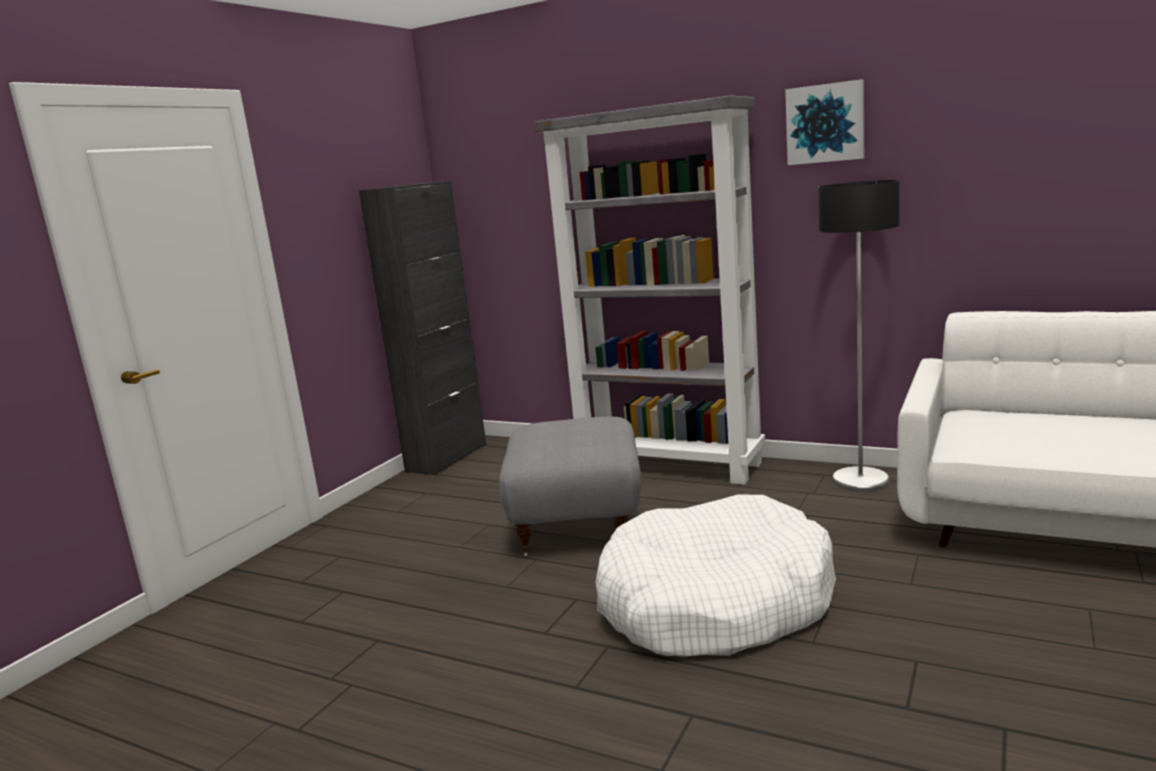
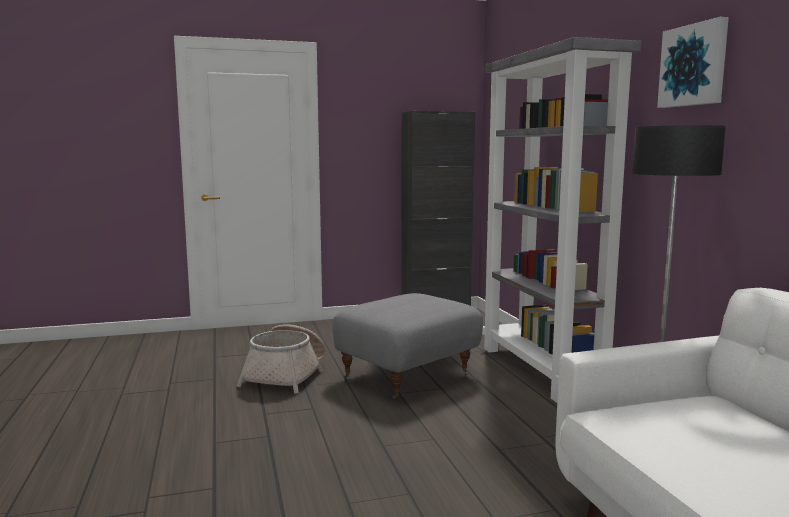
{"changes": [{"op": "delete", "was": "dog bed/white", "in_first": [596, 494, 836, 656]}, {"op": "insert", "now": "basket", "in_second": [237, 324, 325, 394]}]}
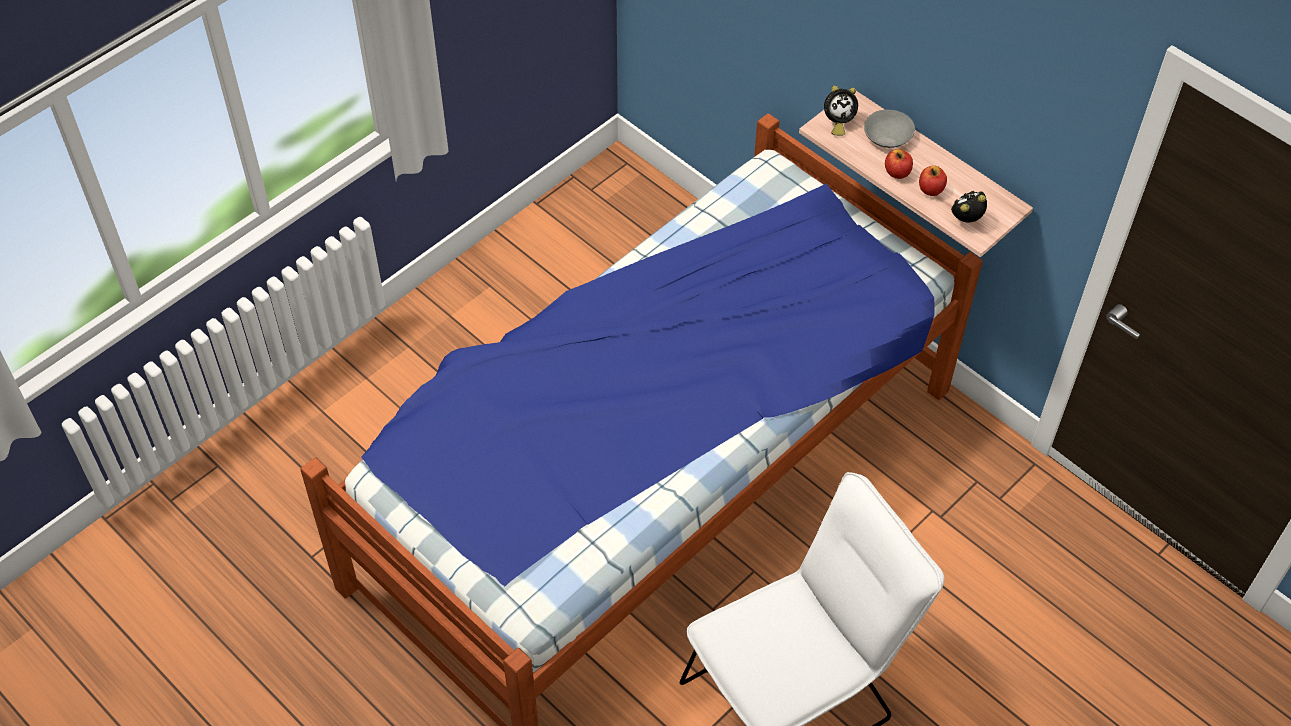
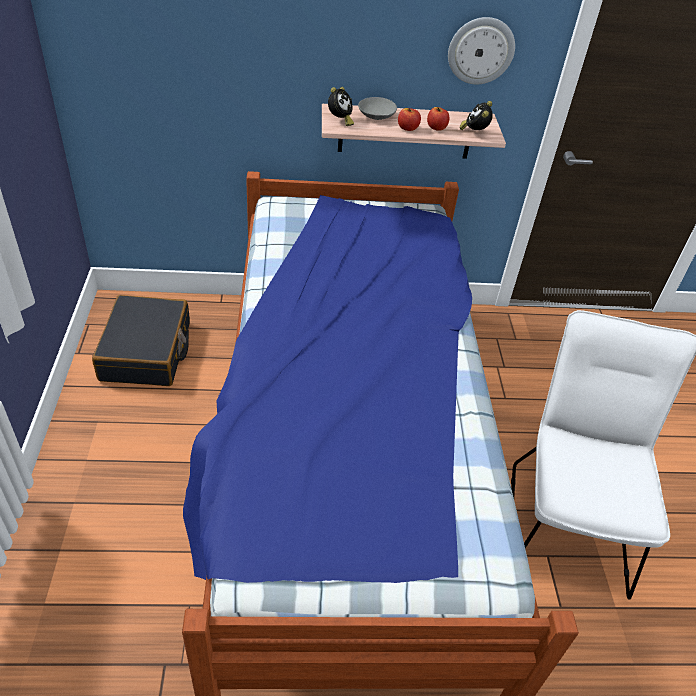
{"changes": [{"op": "insert", "now": "suitcase/black", "in_second": [92, 295, 190, 386]}, {"op": "insert", "now": "wall clock", "in_second": [448, 17, 515, 84]}]}
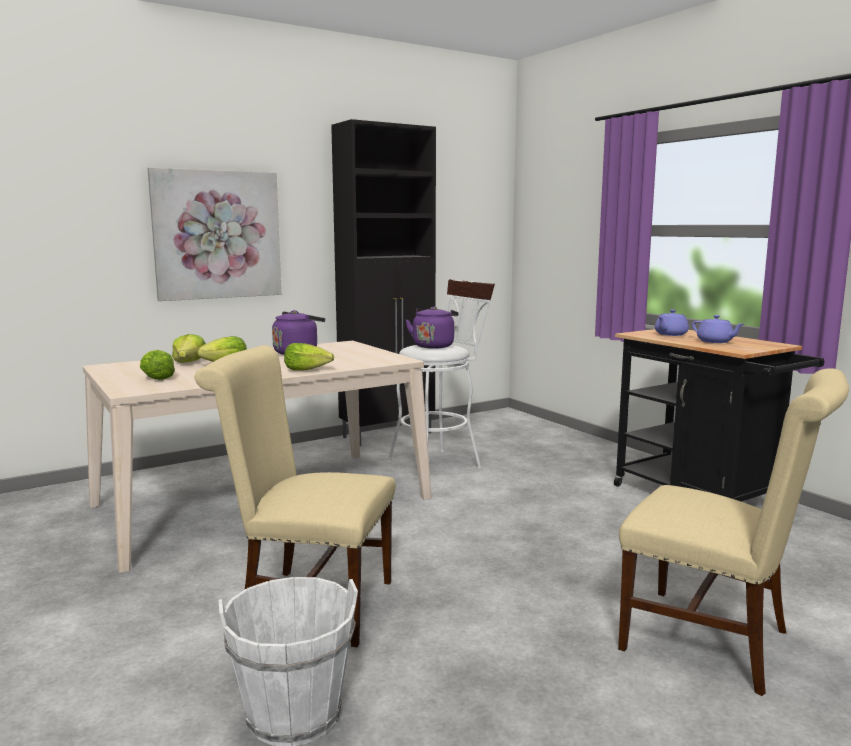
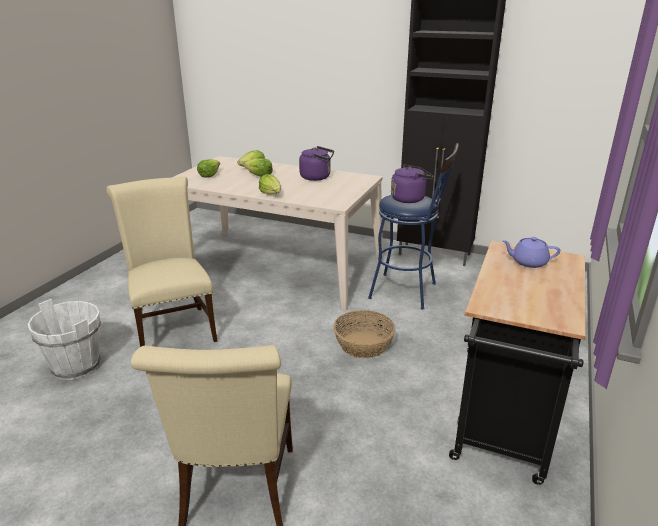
{"changes": [{"op": "delete", "was": "picture", "in_first": [148, 167, 281, 301]}, {"op": "recolor", "was": "stool/white", "now": "stool/blue", "in_first": [387, 279, 495, 470], "in_second": [368, 143, 459, 309]}, {"op": "delete", "was": "teapot/purple", "in_first": [692, 315, 744, 343]}, {"op": "insert", "now": "basket", "in_second": [333, 310, 396, 358]}]}
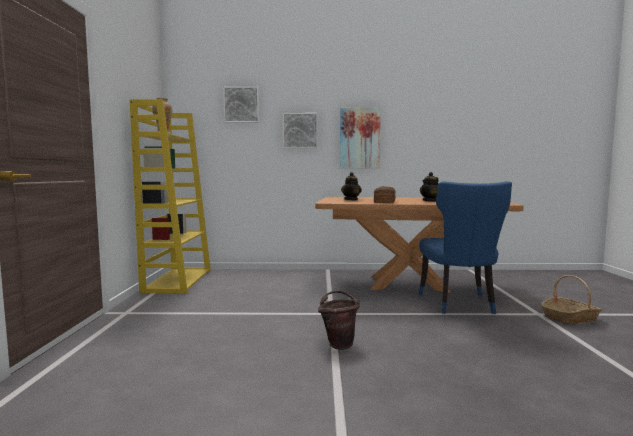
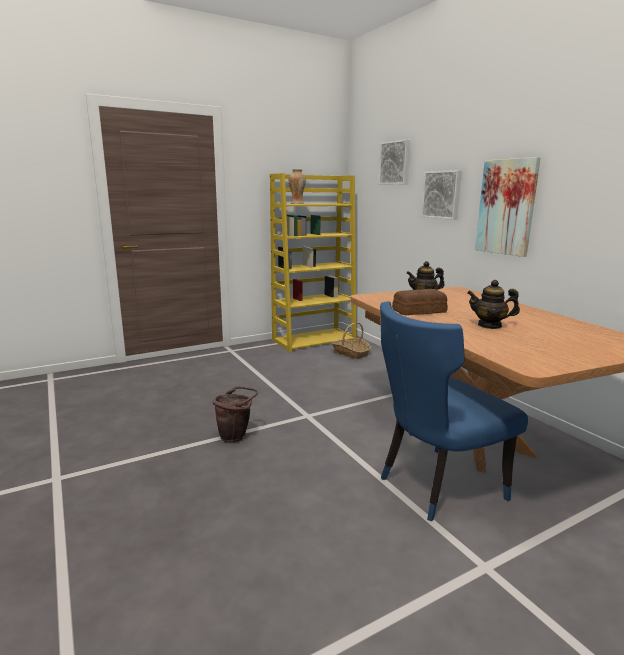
{"changes": [{"op": "move", "was": "basket", "in_first": [541, 275, 603, 324], "in_second": [332, 323, 371, 359]}]}
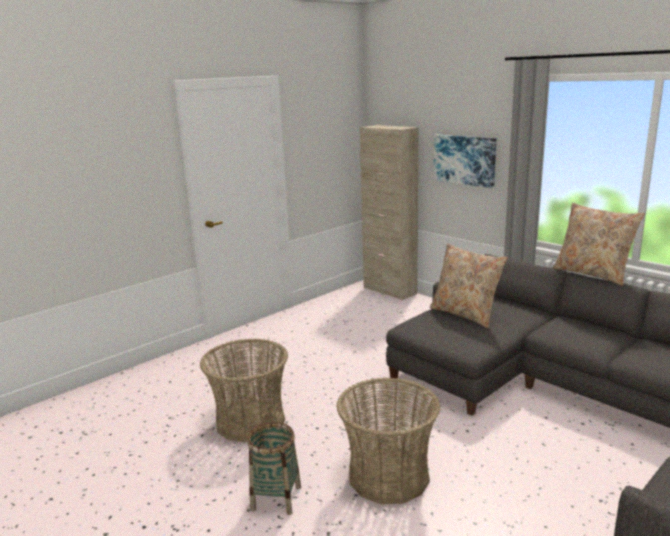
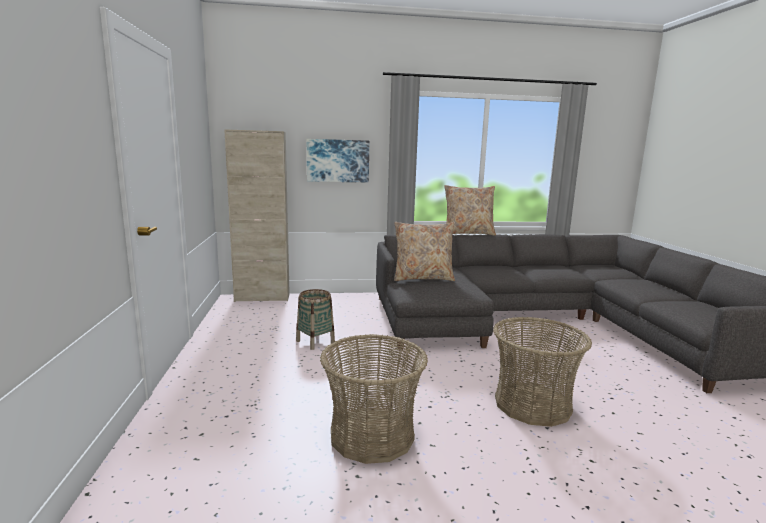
{"changes": [{"op": "move", "was": "basket", "in_first": [247, 422, 301, 515], "in_second": [296, 289, 335, 350]}]}
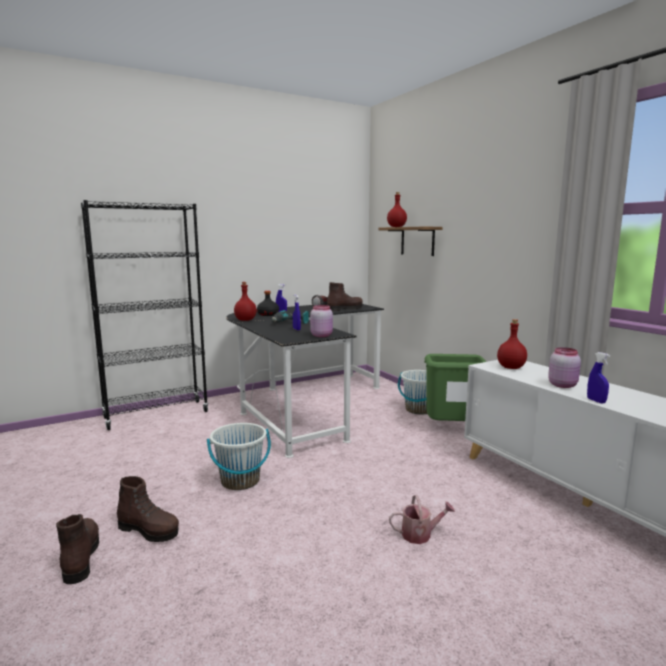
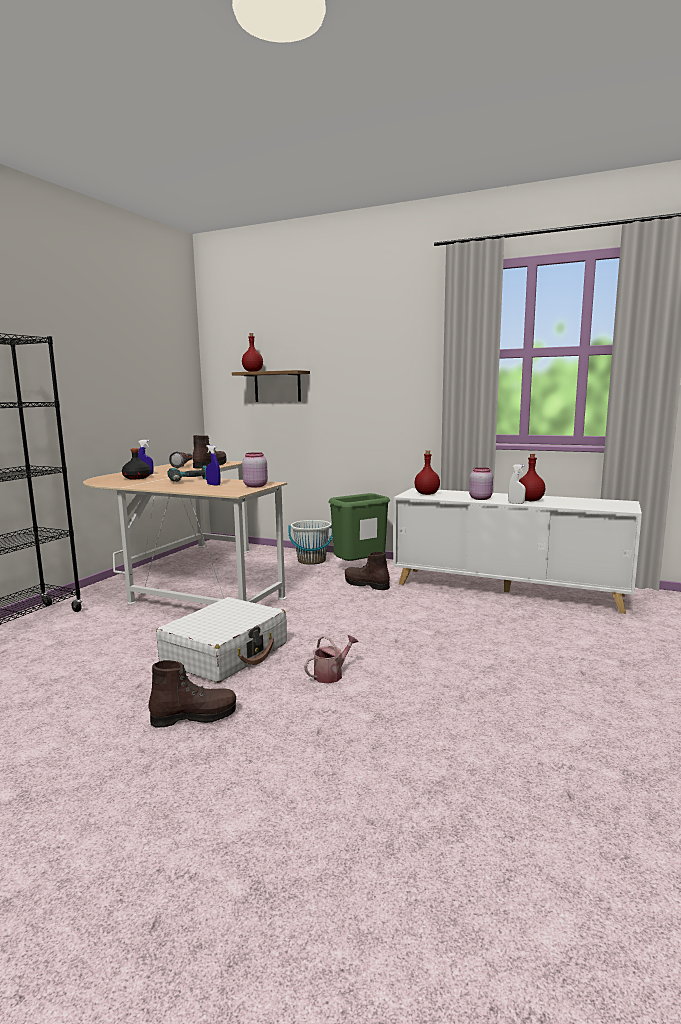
{"changes": [{"op": "move", "was": "boot/brown", "in_first": [56, 514, 99, 584], "in_second": [345, 552, 390, 590]}, {"op": "replace", "was": "bucket/white", "now": "suitcase/white", "in_first": [207, 423, 271, 490], "in_second": [156, 597, 287, 683]}, {"op": "recolor", "was": "desk/black", "now": "desk/beige", "in_first": [226, 304, 384, 458], "in_second": [83, 460, 287, 605]}, {"op": "move", "was": "bottle/red", "in_first": [234, 282, 257, 321], "in_second": [519, 454, 545, 501]}, {"op": "move", "was": "watering can", "in_first": [389, 495, 455, 544], "in_second": [304, 635, 359, 684]}, {"op": "recolor", "was": "spray bottle/blue", "now": "spray bottle/white", "in_first": [587, 352, 610, 404], "in_second": [508, 464, 526, 504]}]}
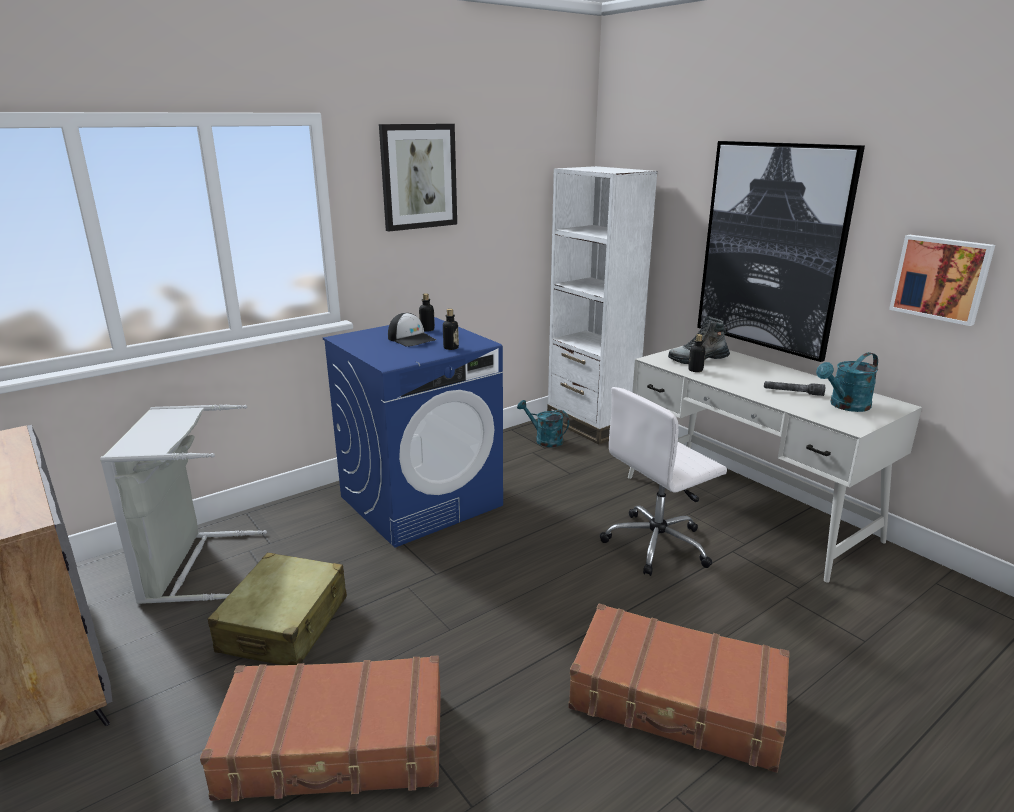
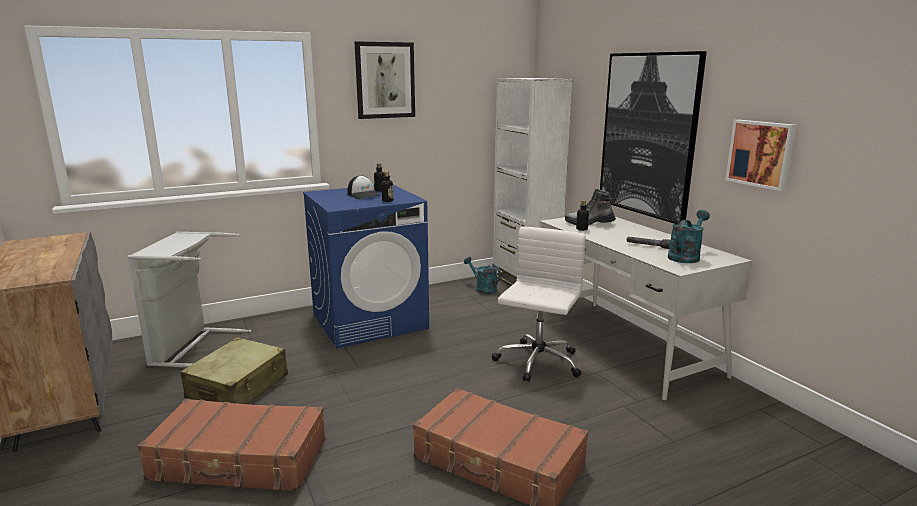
{"changes": [{"op": "rotate", "was": "office chair/white", "in_first": [600, 387, 727, 576], "in_second": [492, 227, 586, 382], "clockwise": 135}, {"op": "rotate", "was": "watering can/turquoise", "in_first": [816, 352, 878, 412], "in_second": [668, 210, 710, 263], "clockwise": 150}]}
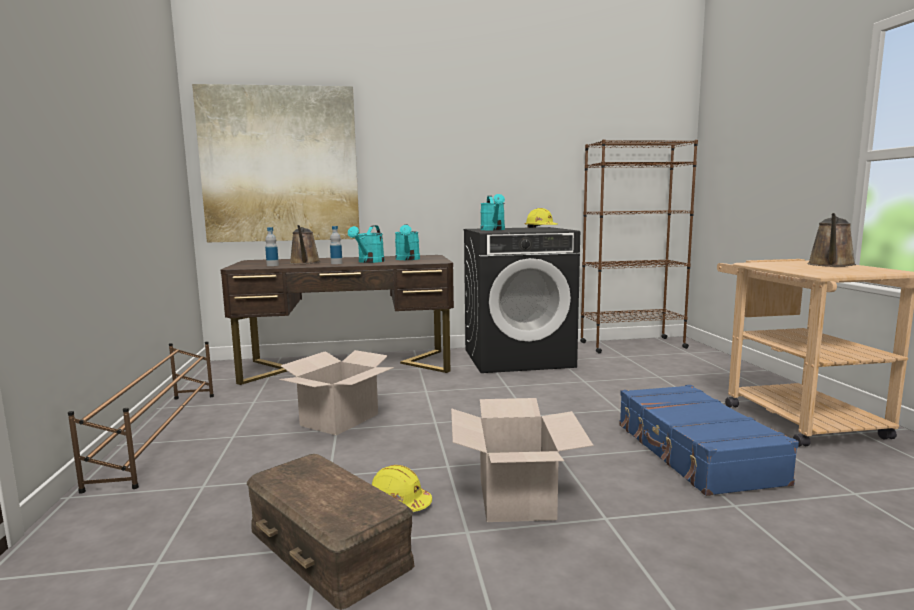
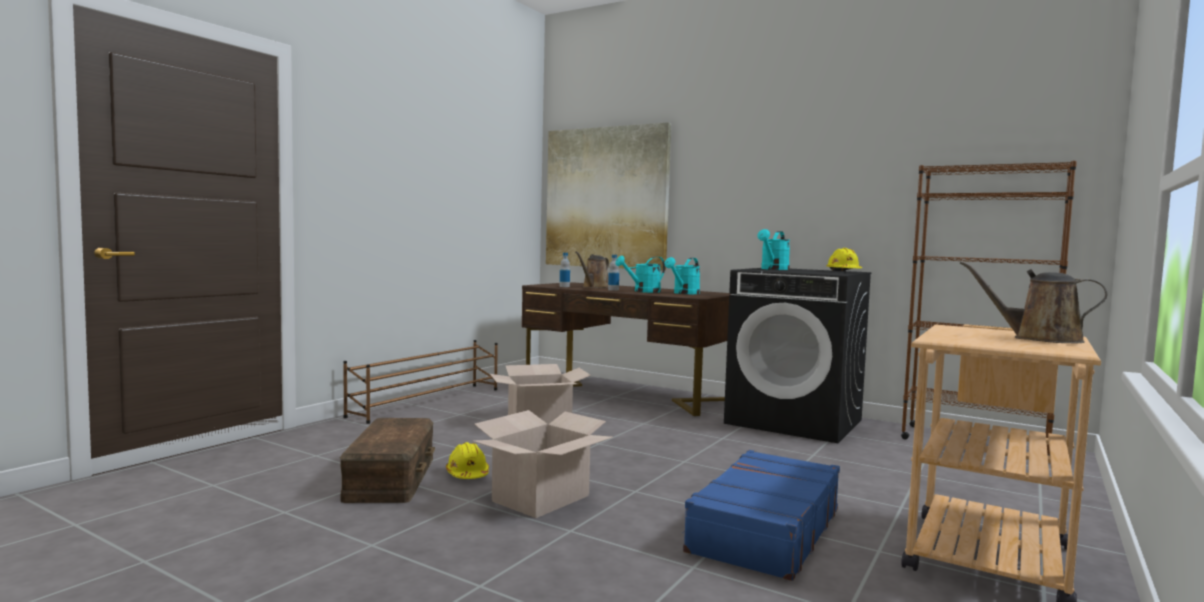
{"changes": [{"op": "rotate", "was": "watering can/brown", "in_first": [807, 213, 856, 267], "in_second": [960, 261, 1108, 343], "clockwise": 45}]}
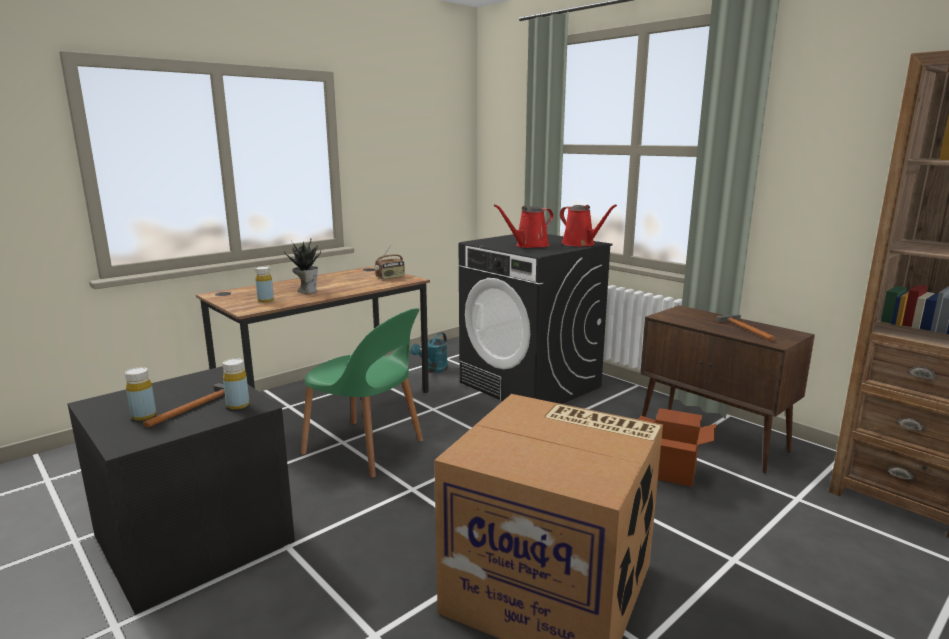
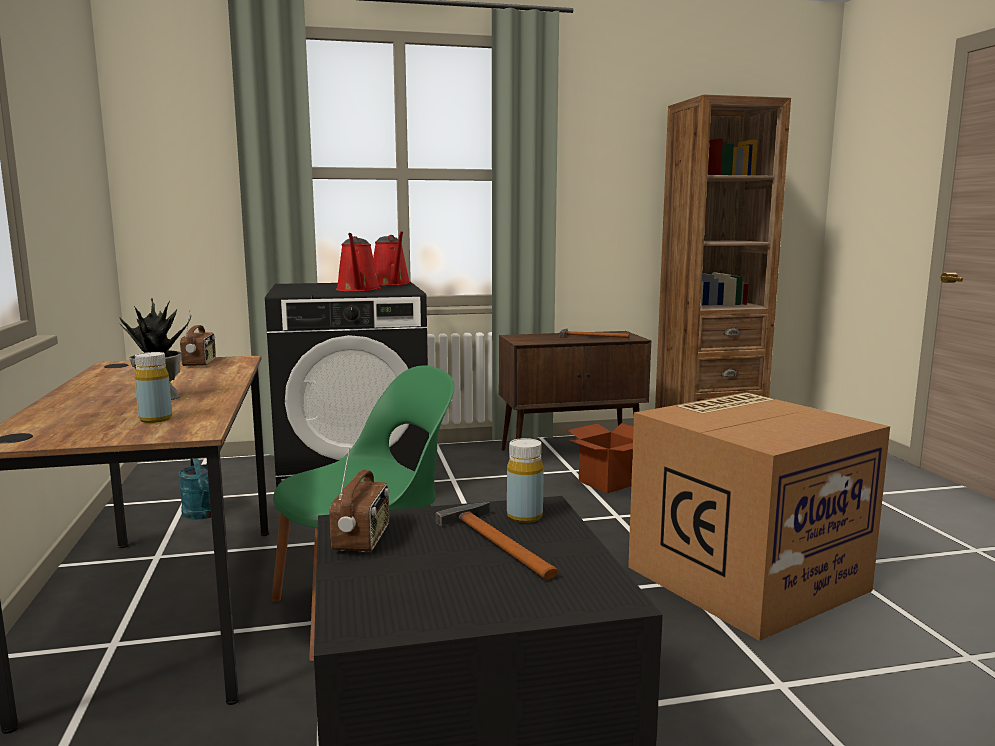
{"changes": [{"op": "delete", "was": "bottle/yellow", "in_first": [125, 367, 156, 421]}, {"op": "rotate", "was": "watering can/red", "in_first": [560, 205, 617, 247], "in_second": [373, 231, 410, 286], "clockwise": 75}, {"op": "insert", "now": "radio", "in_second": [330, 447, 389, 552]}]}
